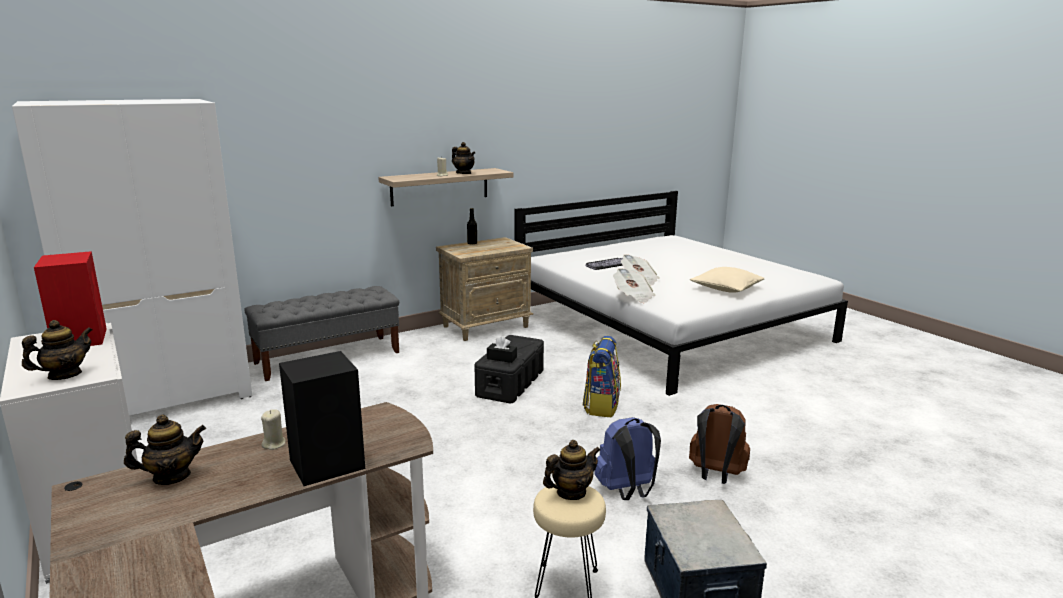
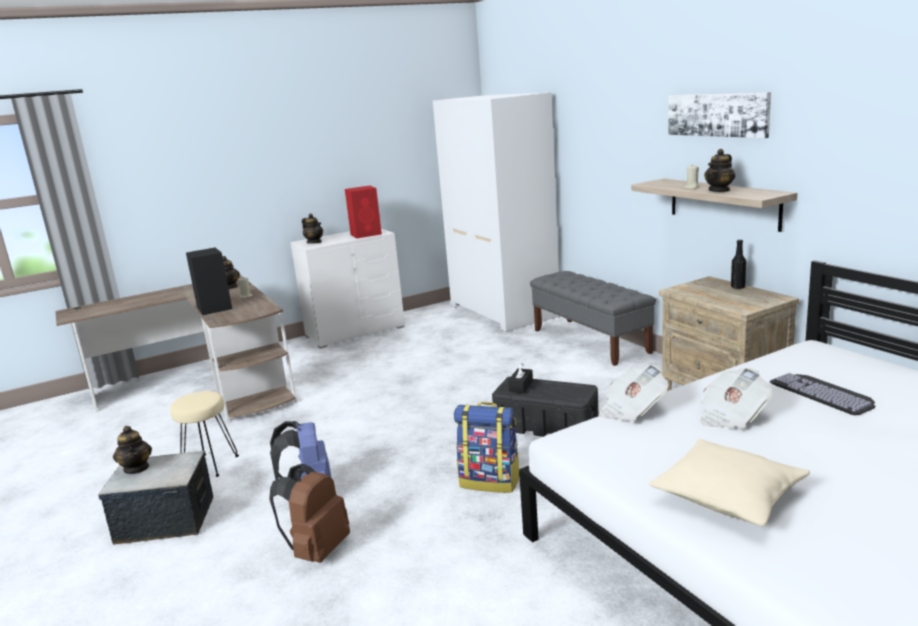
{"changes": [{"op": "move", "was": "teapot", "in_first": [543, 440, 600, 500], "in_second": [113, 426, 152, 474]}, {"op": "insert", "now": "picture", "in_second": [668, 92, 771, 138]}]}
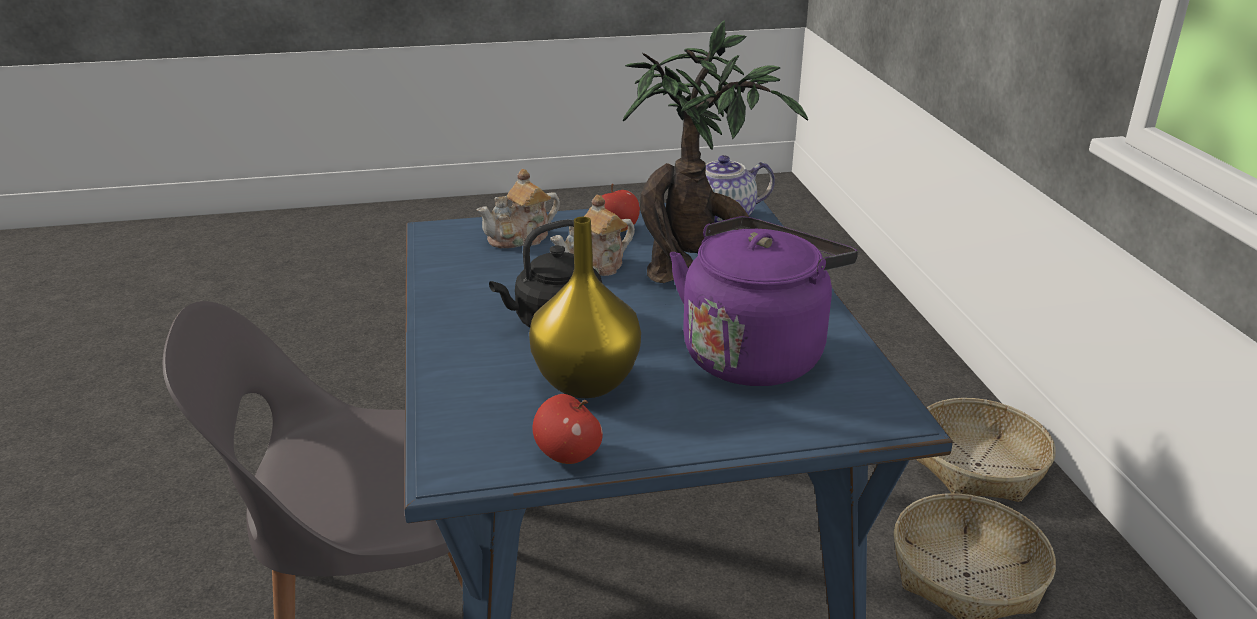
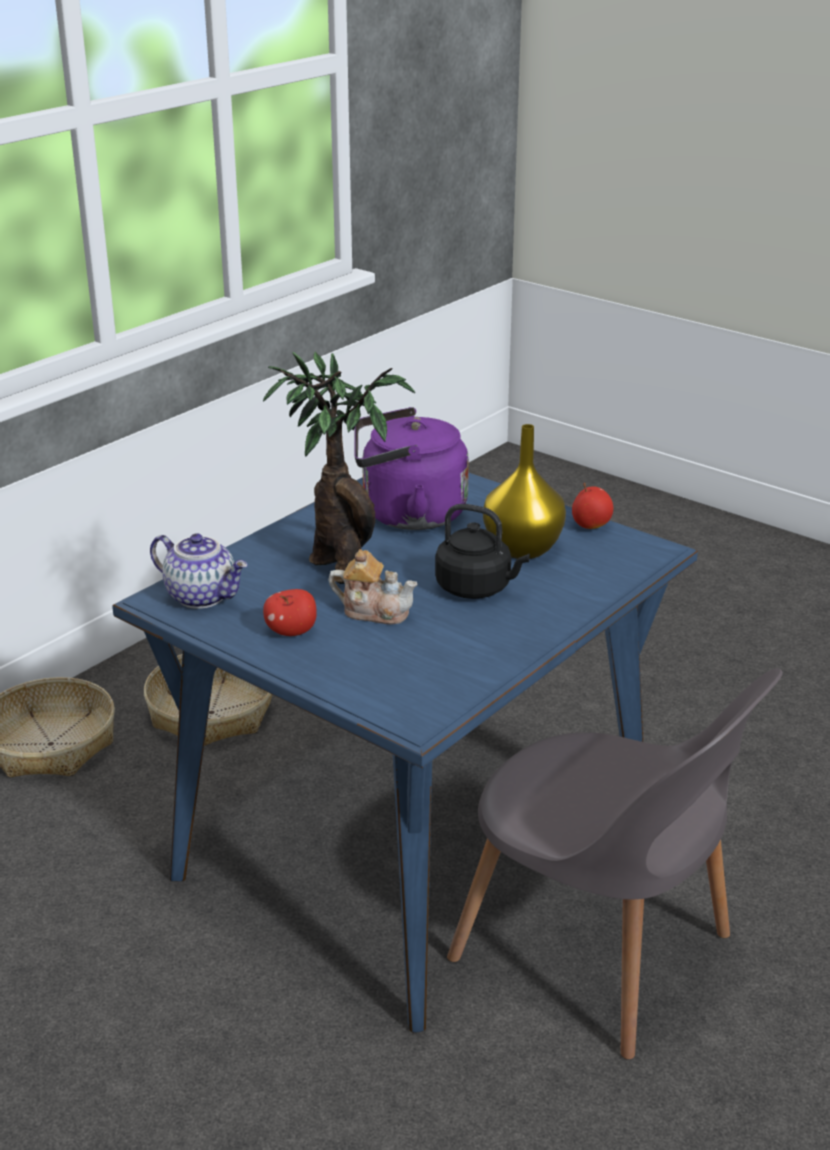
{"changes": [{"op": "delete", "was": "teapot", "in_first": [476, 169, 560, 248]}]}
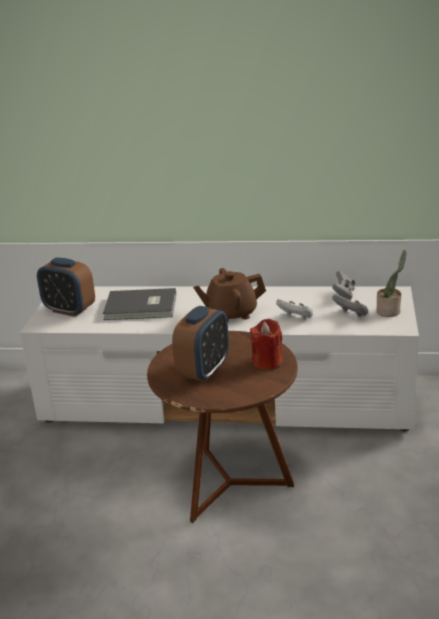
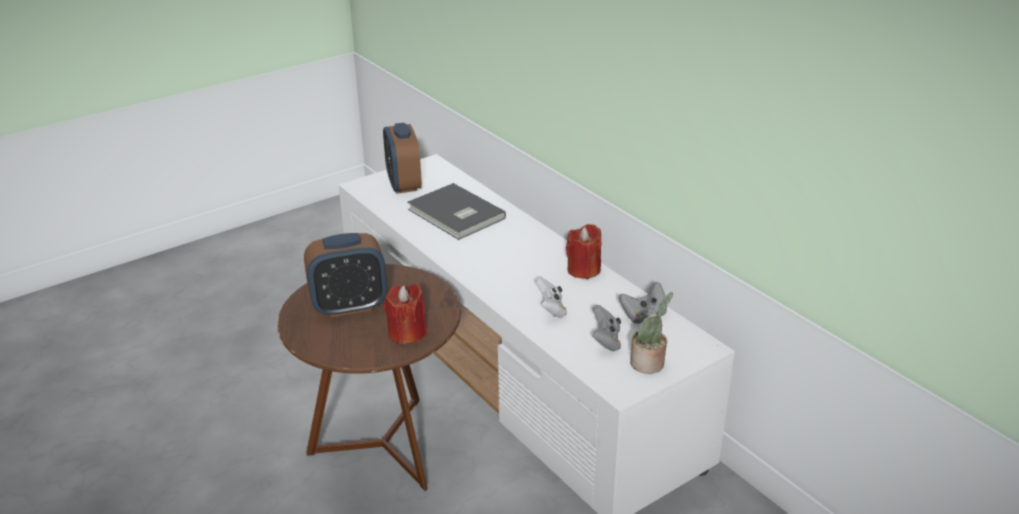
{"changes": [{"op": "delete", "was": "teapot/brown", "in_first": [193, 268, 266, 321]}, {"op": "insert", "now": "candle/red", "in_second": [566, 224, 601, 279]}]}
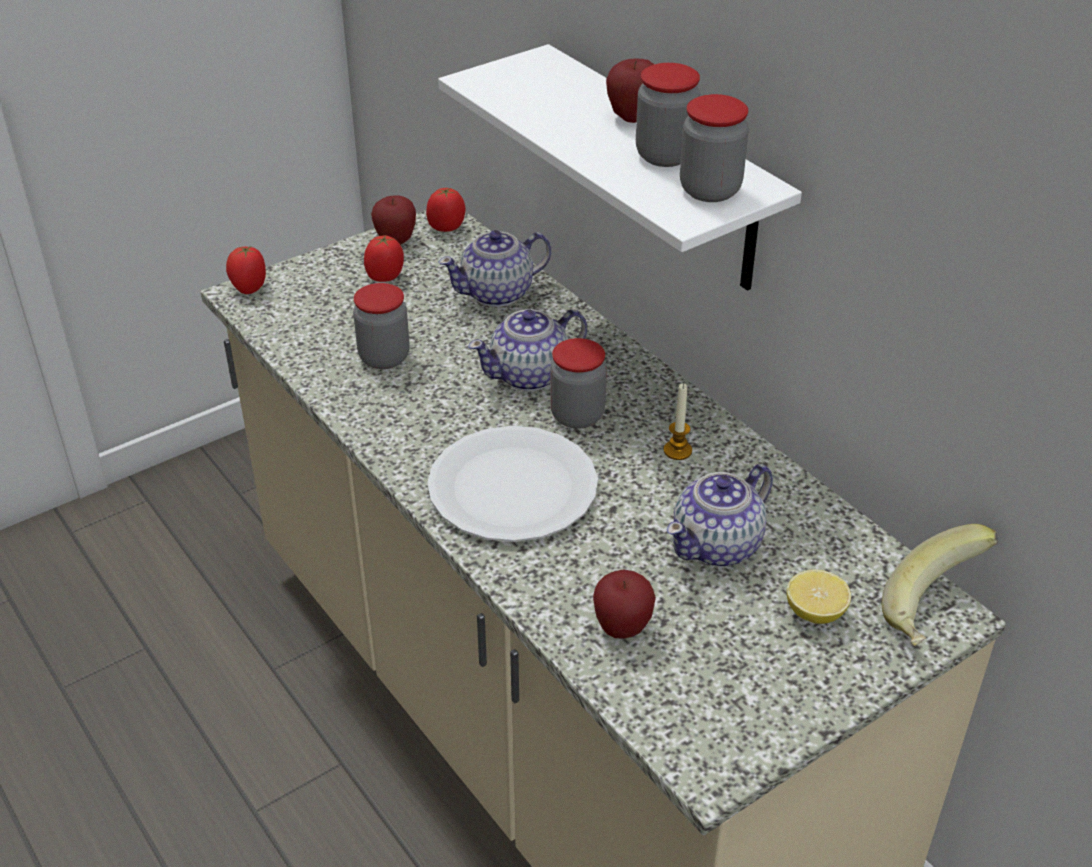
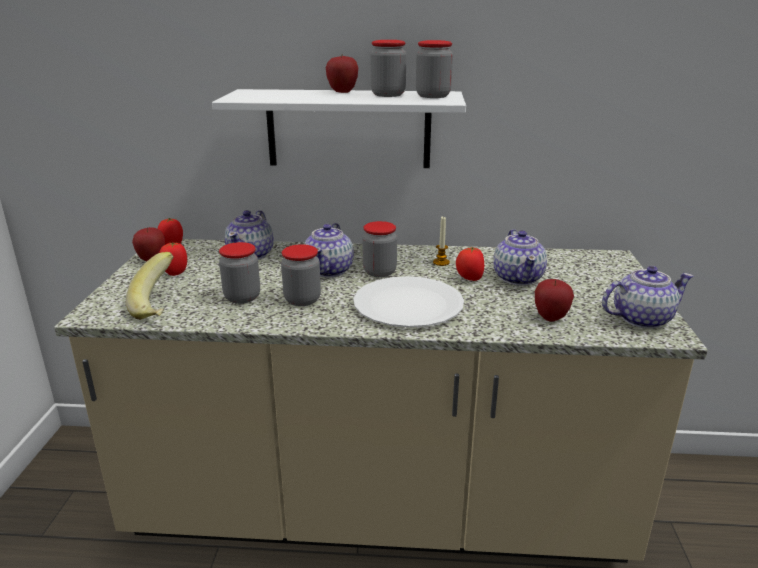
{"changes": [{"op": "move", "was": "tomato", "in_first": [226, 245, 266, 294], "in_second": [456, 247, 484, 281]}, {"op": "delete", "was": "lemon", "in_first": [787, 570, 851, 624]}, {"op": "move", "was": "banana", "in_first": [882, 524, 998, 646], "in_second": [126, 252, 174, 319]}, {"op": "insert", "now": "jar", "in_second": [281, 244, 321, 306]}, {"op": "insert", "now": "teapot", "in_second": [602, 266, 693, 329]}]}
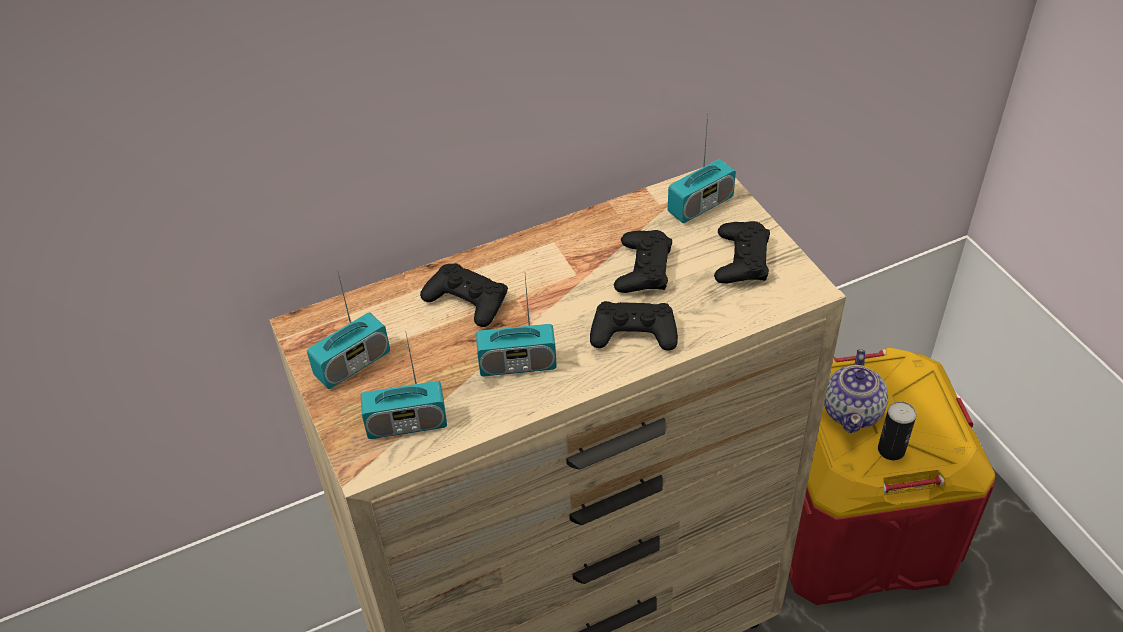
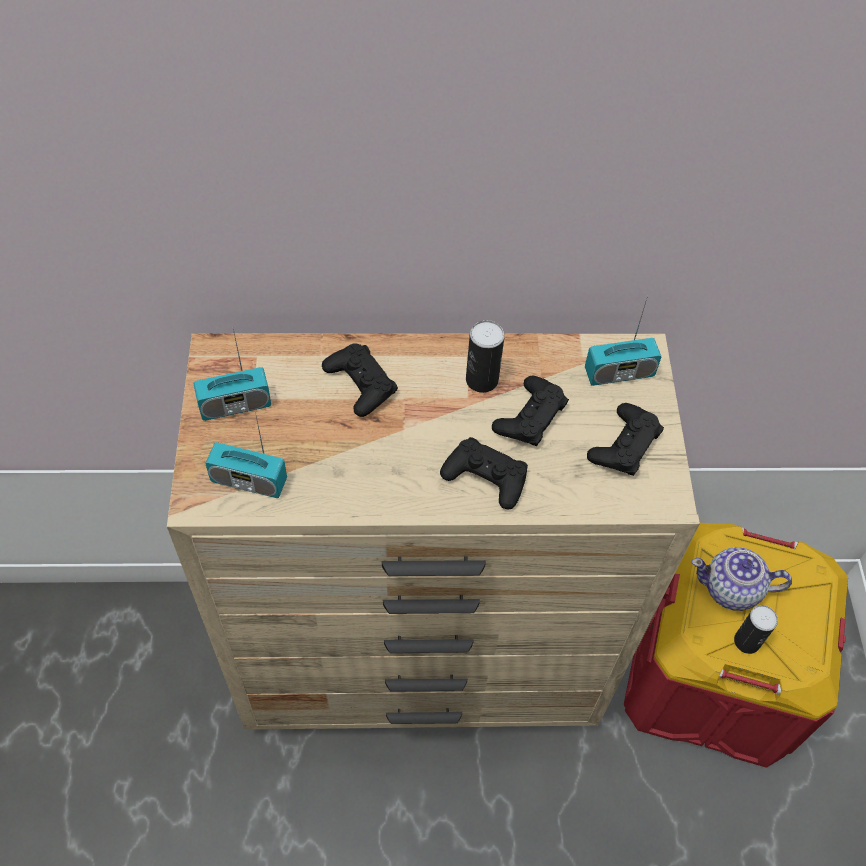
{"changes": [{"op": "delete", "was": "radio", "in_first": [476, 277, 557, 376]}, {"op": "rotate", "was": "teapot", "in_first": [824, 349, 888, 433], "in_second": [691, 547, 792, 611], "clockwise": 60}, {"op": "insert", "now": "can", "in_second": [466, 320, 505, 393]}]}
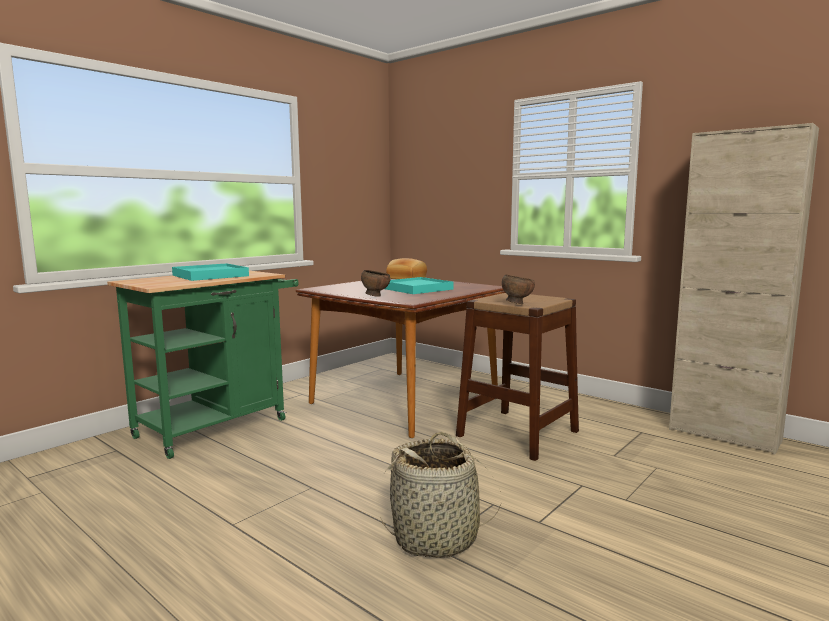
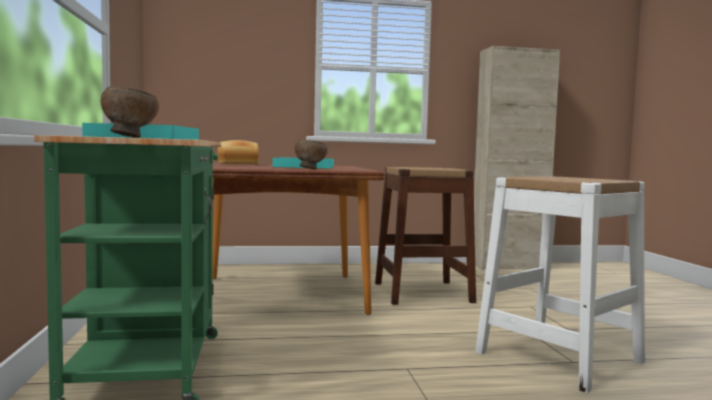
{"changes": [{"op": "replace", "was": "basket", "now": "stool/white", "in_first": [380, 432, 501, 558], "in_second": [475, 176, 645, 393]}, {"op": "move", "was": "bowl/brown", "in_first": [502, 275, 535, 304], "in_second": [100, 87, 159, 138]}]}
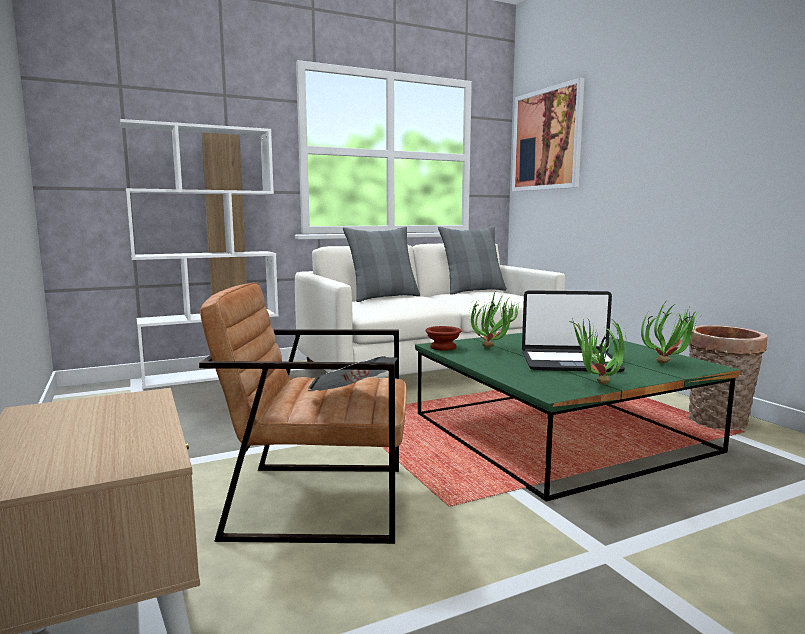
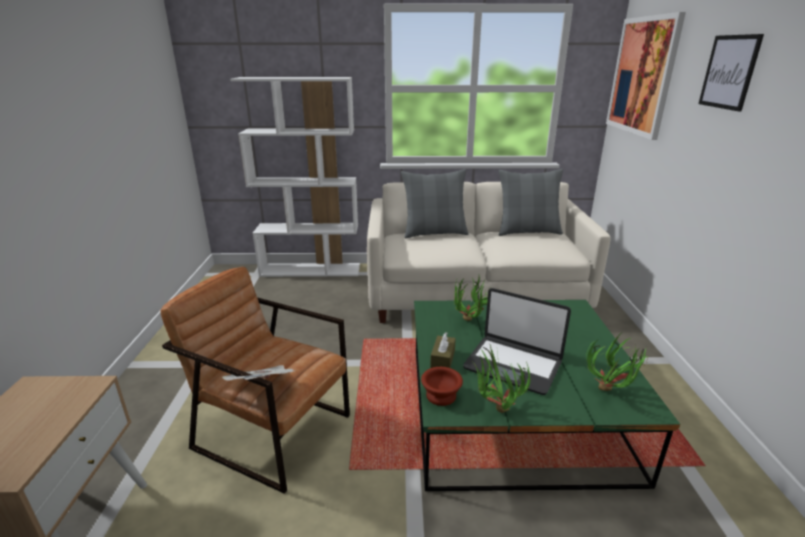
{"changes": [{"op": "move", "was": "bowl/brown", "in_first": [426, 326, 461, 351], "in_second": [421, 367, 463, 406]}, {"op": "delete", "was": "basket", "in_first": [688, 325, 767, 430]}, {"op": "insert", "now": "tissue box/brown", "in_second": [430, 332, 456, 368]}, {"op": "insert", "now": "picture", "in_second": [698, 34, 764, 112]}]}
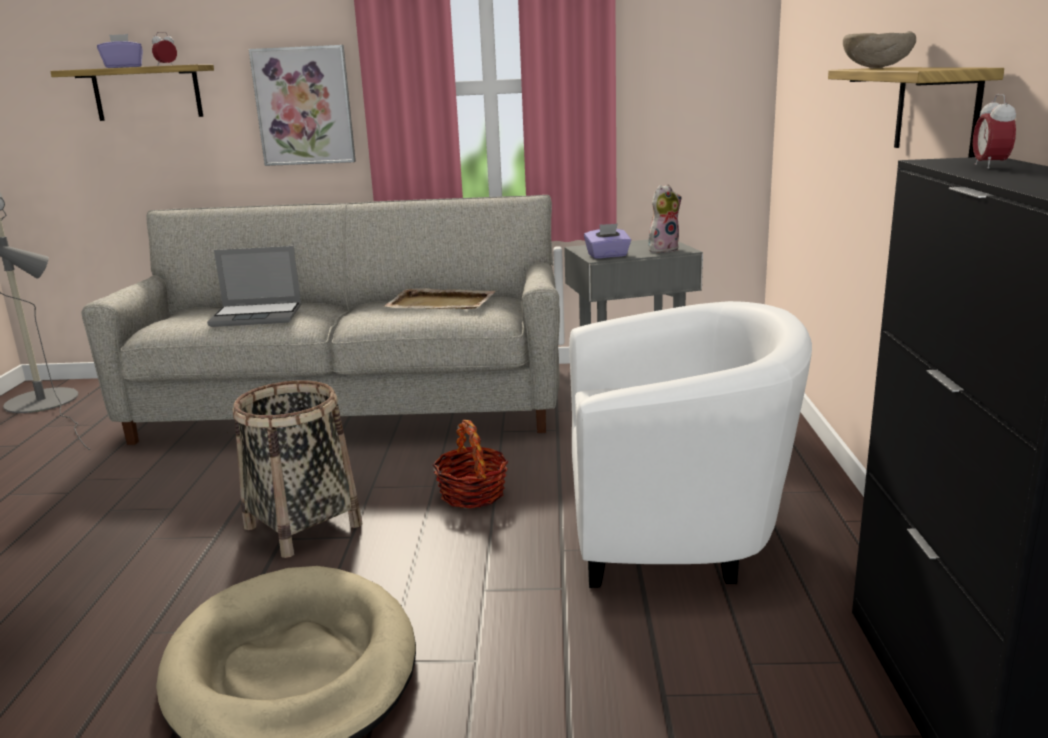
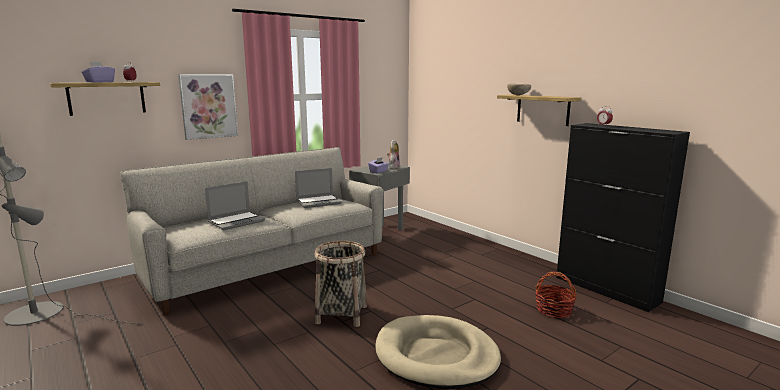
{"changes": [{"op": "replace", "was": "tray/beige", "now": "laptop", "in_first": [383, 288, 496, 309], "in_second": [295, 168, 342, 208]}, {"op": "move", "was": "basket", "in_first": [433, 420, 509, 508], "in_second": [535, 272, 577, 318]}, {"op": "delete", "was": "armchair/white", "in_first": [569, 301, 812, 588]}]}
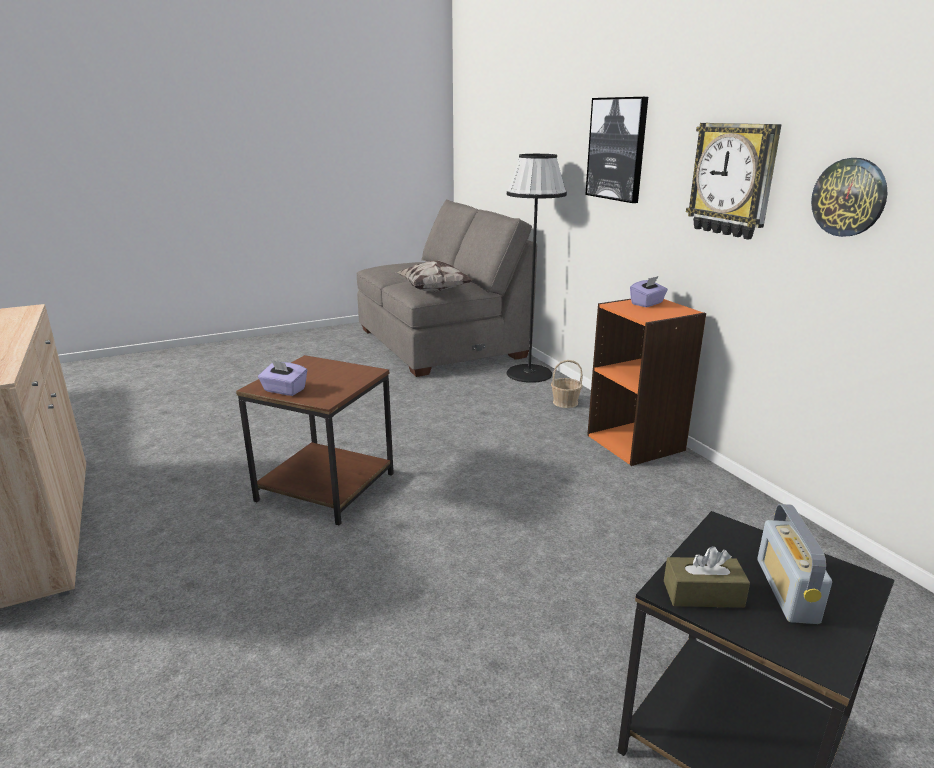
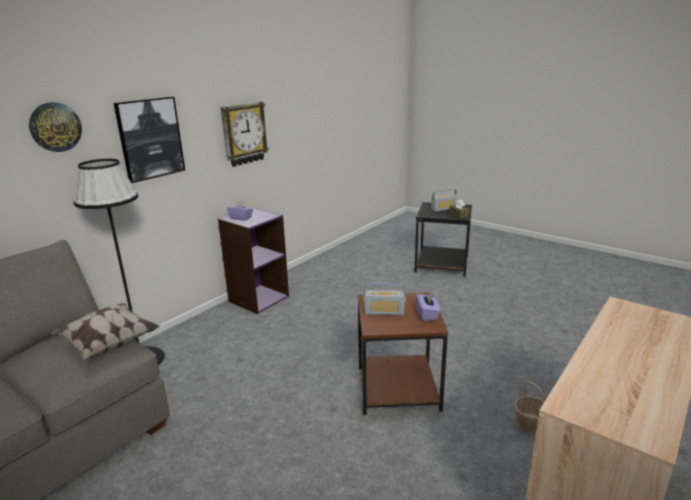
{"changes": [{"op": "move", "was": "basket", "in_first": [551, 360, 583, 408], "in_second": [514, 381, 546, 434]}, {"op": "recolor", "was": "bookcase/orange", "now": "bookcase/purple", "in_first": [587, 299, 706, 466], "in_second": [218, 207, 289, 314]}, {"op": "move", "was": "wall clock", "in_first": [811, 158, 887, 237], "in_second": [29, 102, 82, 152]}, {"op": "insert", "now": "radio", "in_second": [364, 283, 406, 315]}]}
